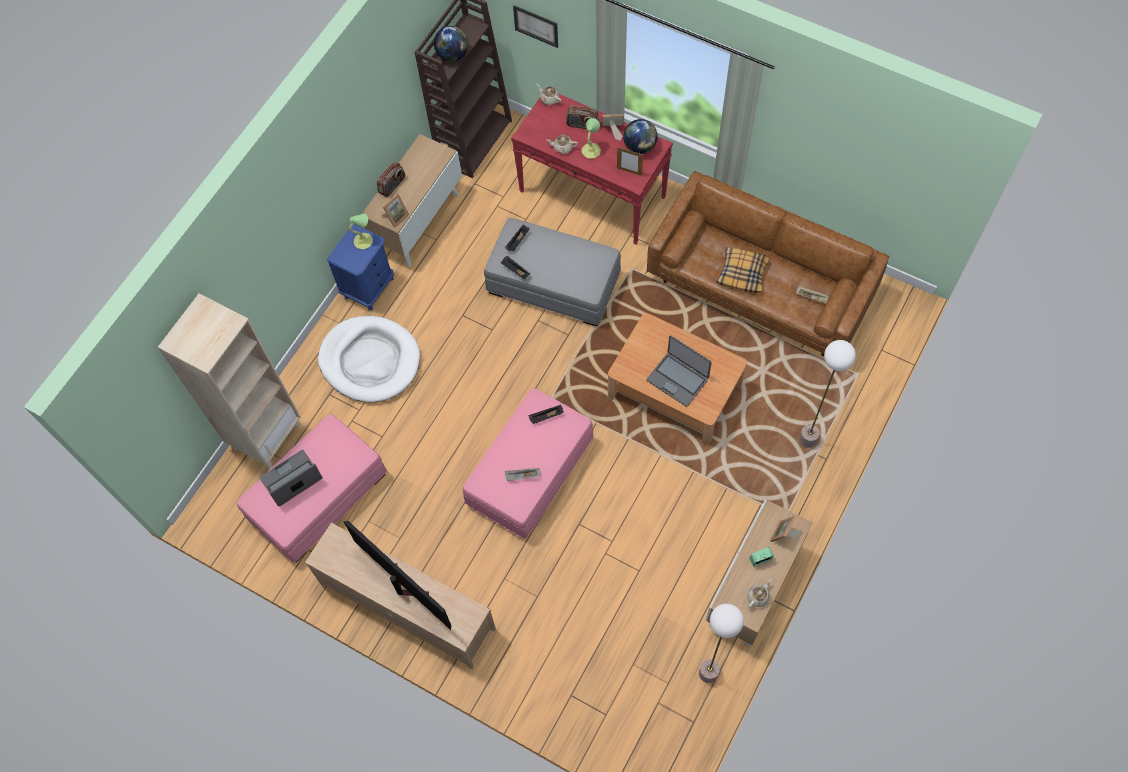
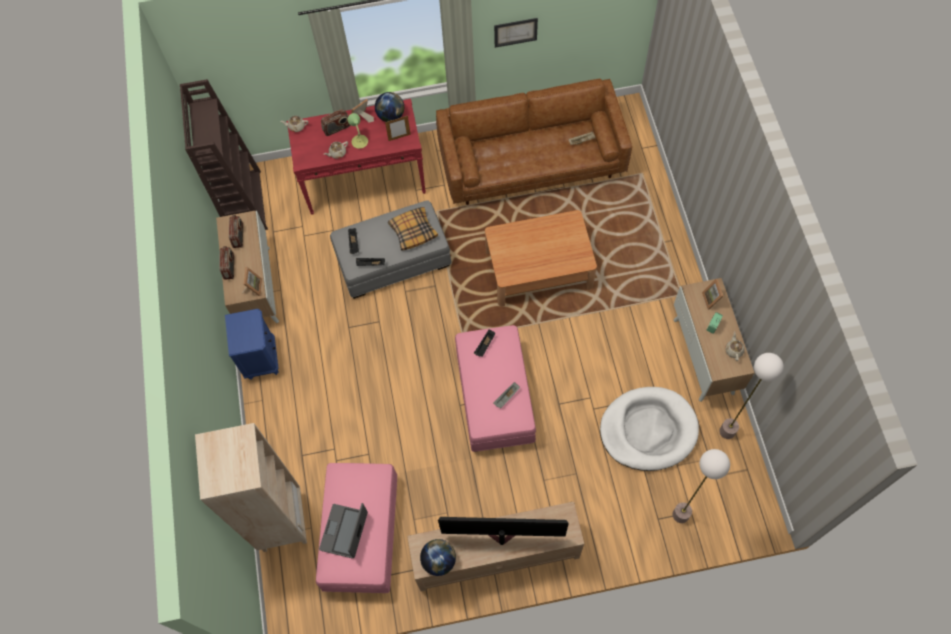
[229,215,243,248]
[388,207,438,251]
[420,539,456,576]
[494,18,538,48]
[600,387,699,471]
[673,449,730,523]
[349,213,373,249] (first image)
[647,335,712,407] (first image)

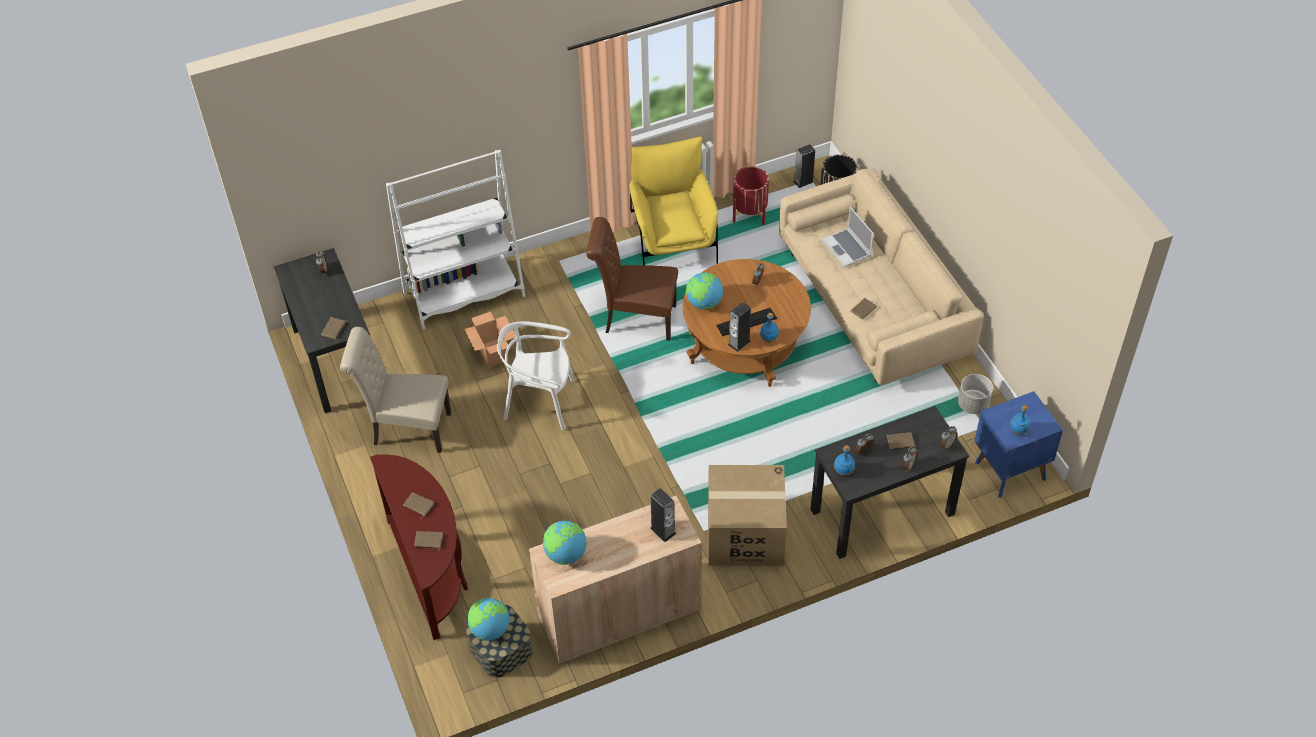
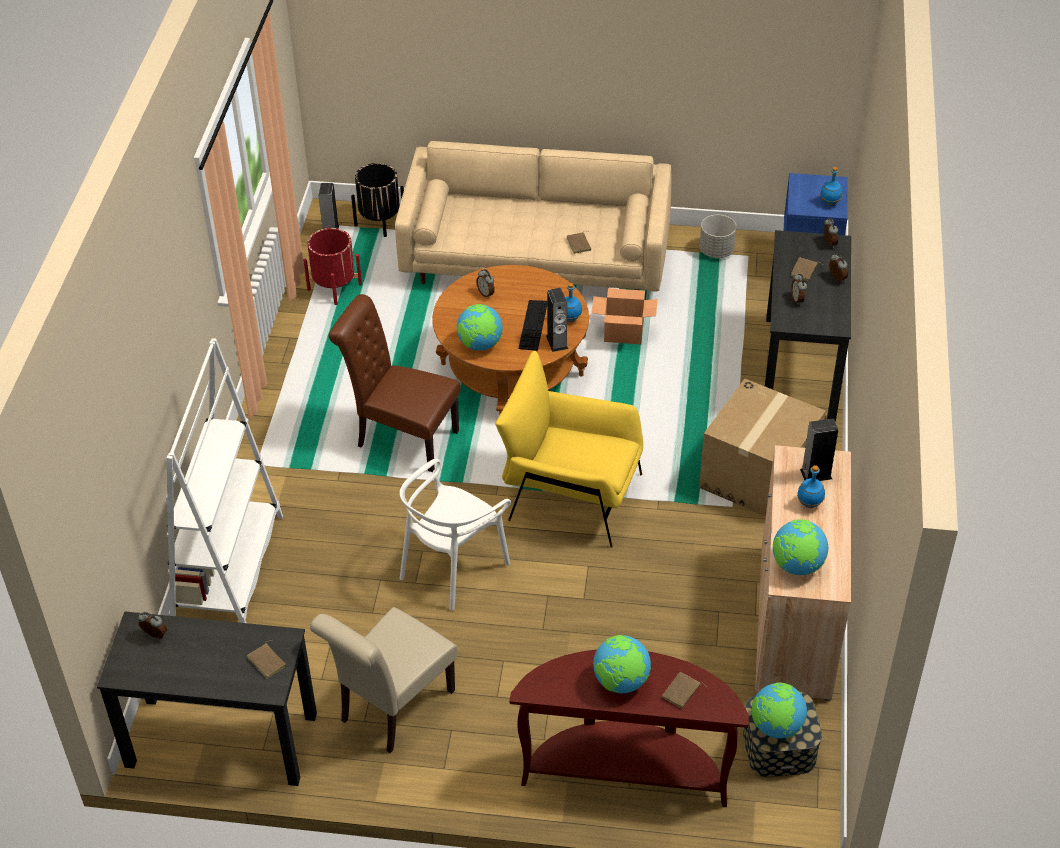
[329,294,461,472]
[495,351,643,548]
[591,288,658,344]
[593,635,651,693]
[797,465,825,508]
[822,207,874,267] (first image)

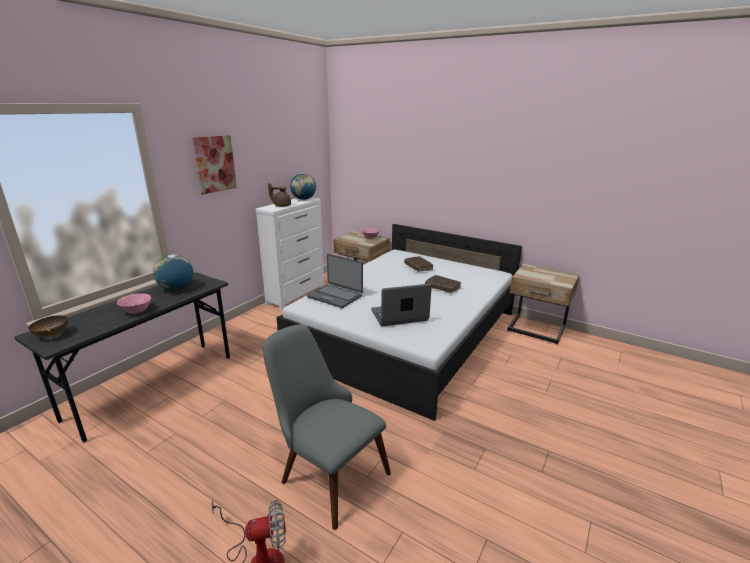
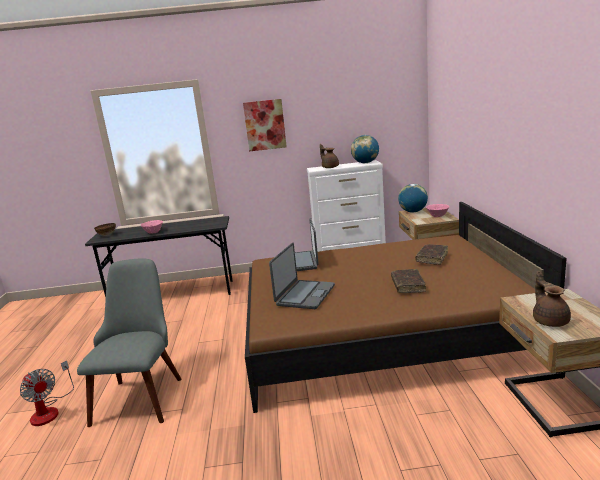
[245,202,567,413]
[269,243,335,309]
[398,184,428,213]
[533,271,571,327]

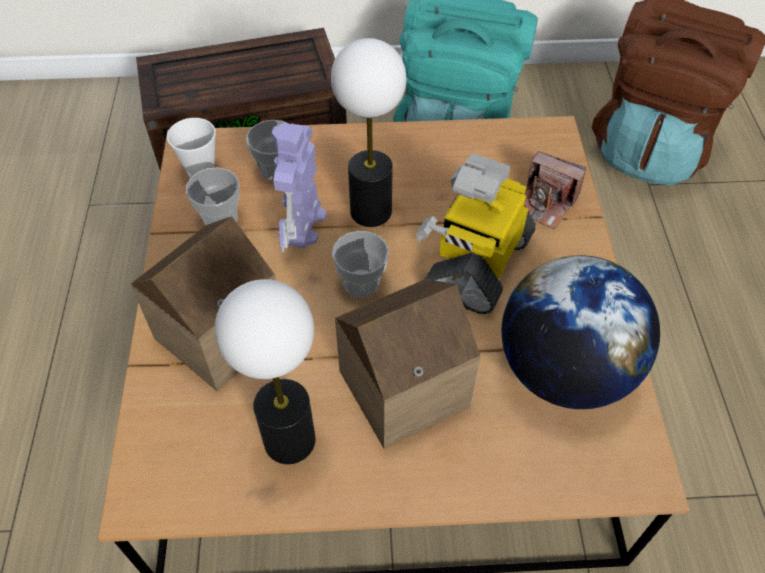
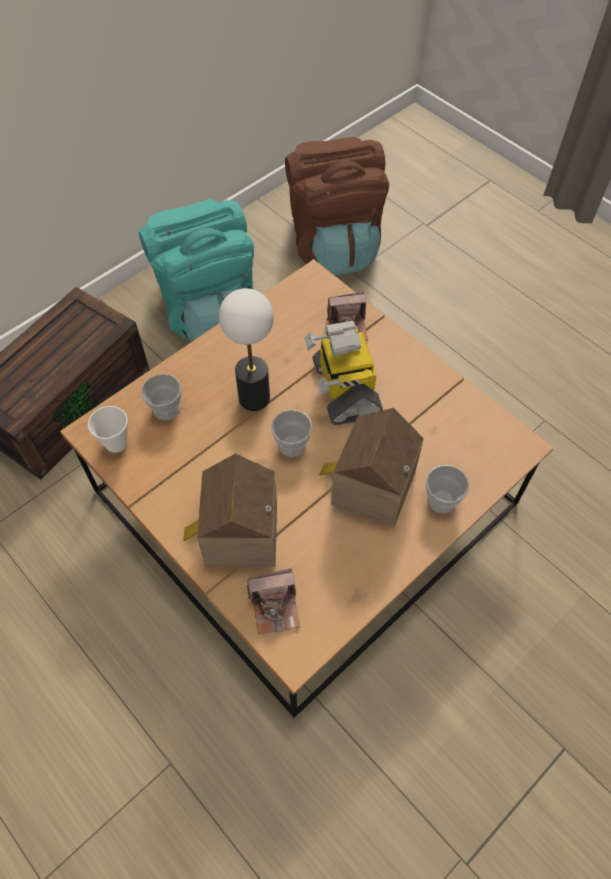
[247,568,300,635]
[426,465,469,513]
[215,279,316,464] (first image)
[272,123,327,252] (first image)
[502,255,660,409] (first image)

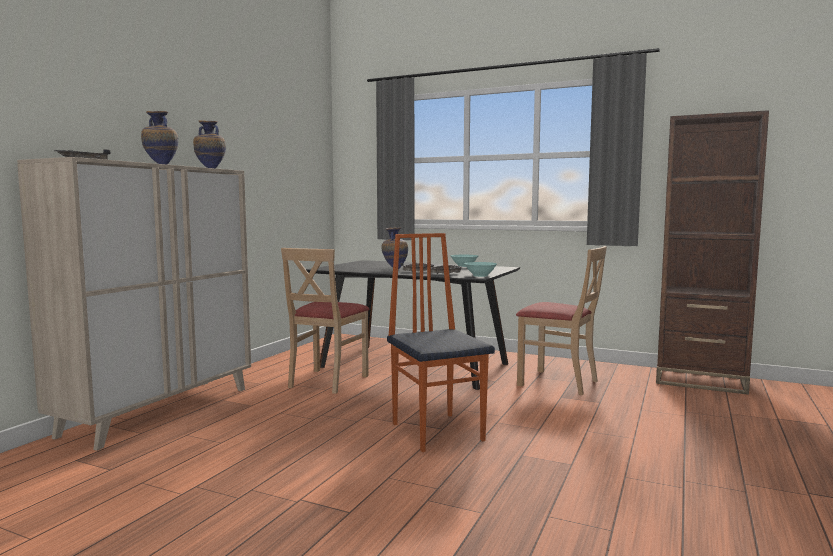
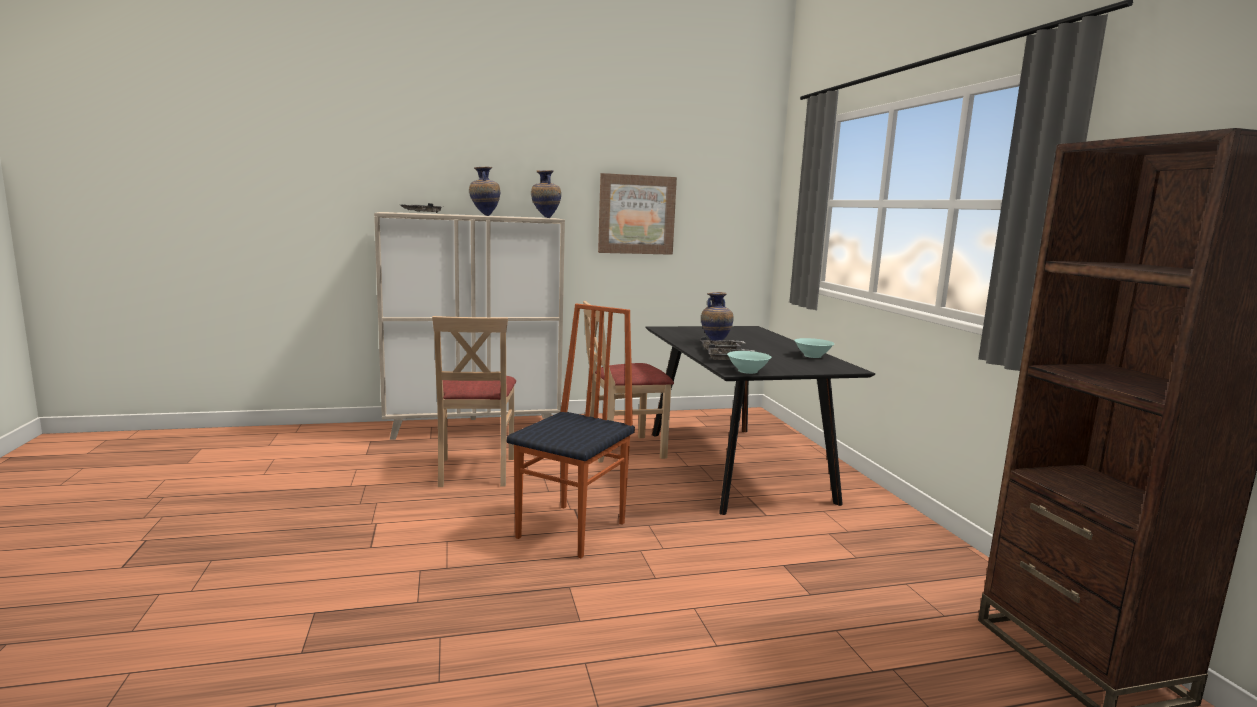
[432,316,516,487]
[598,173,677,255]

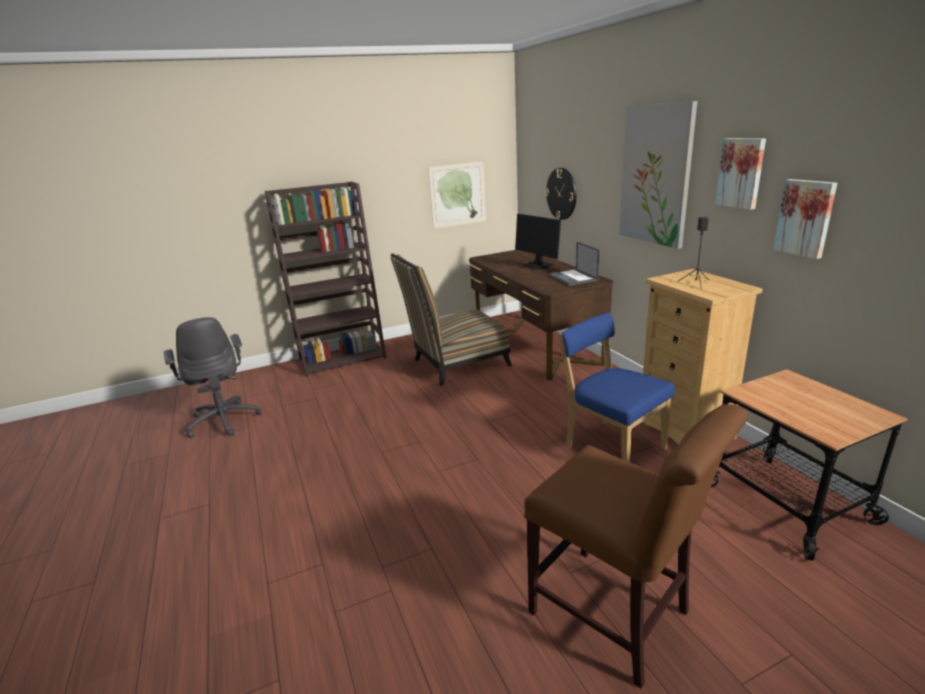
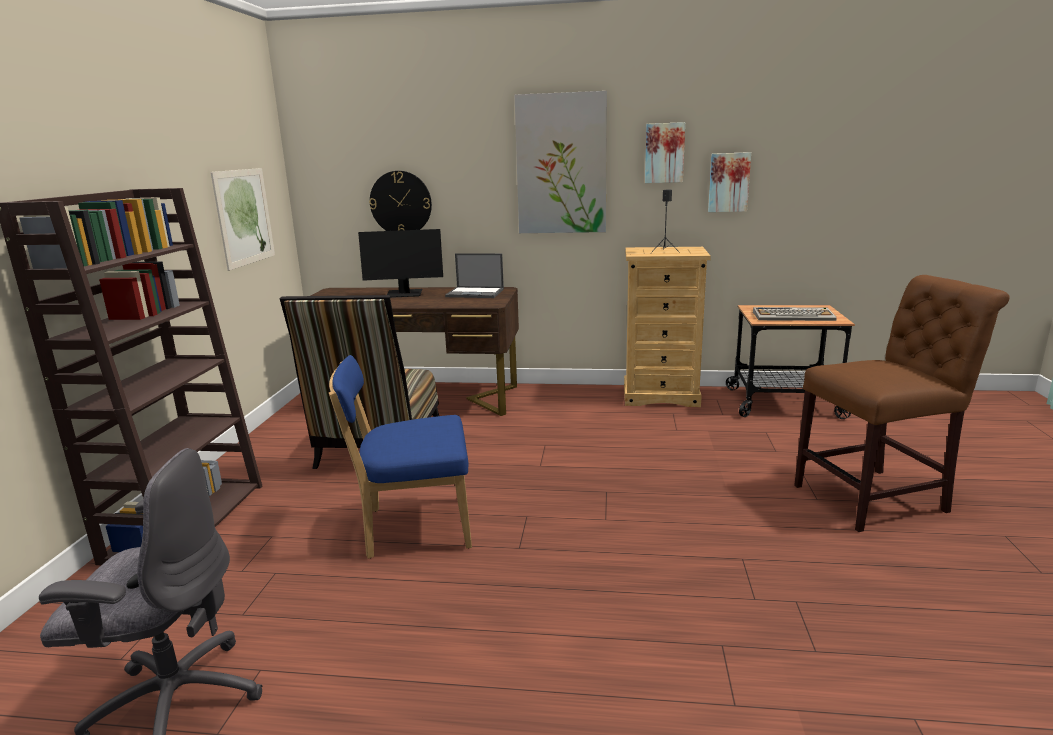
[329,355,472,559]
[753,307,837,321]

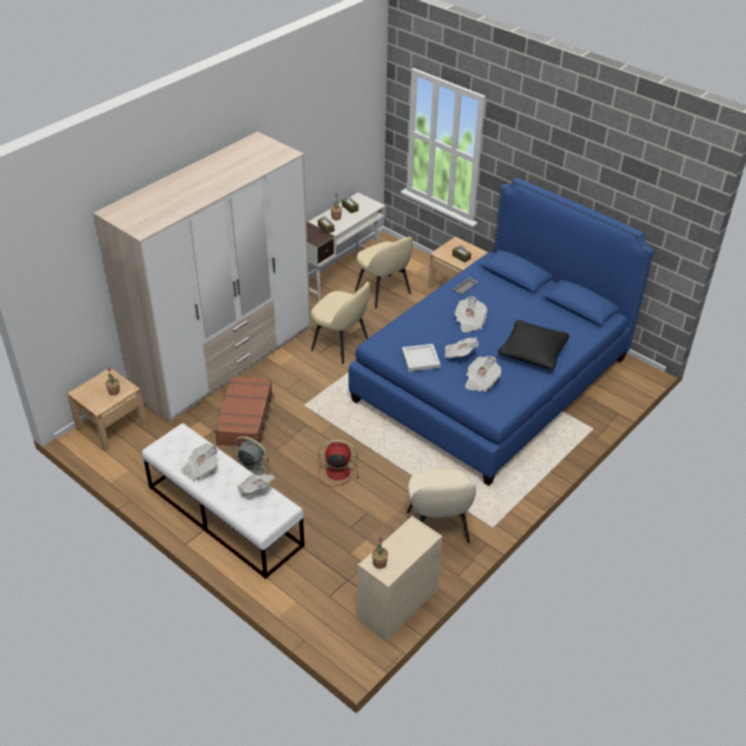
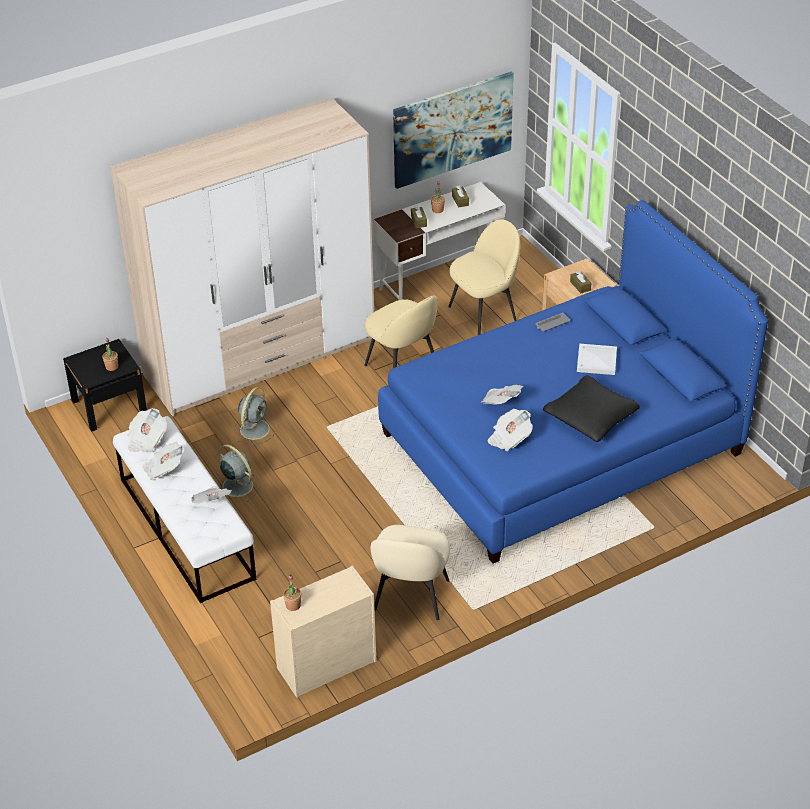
[63,339,147,431]
[128,408,167,452]
[235,387,277,444]
[393,72,514,189]
[448,219,520,335]
[577,344,617,375]
[318,440,358,487] (first image)

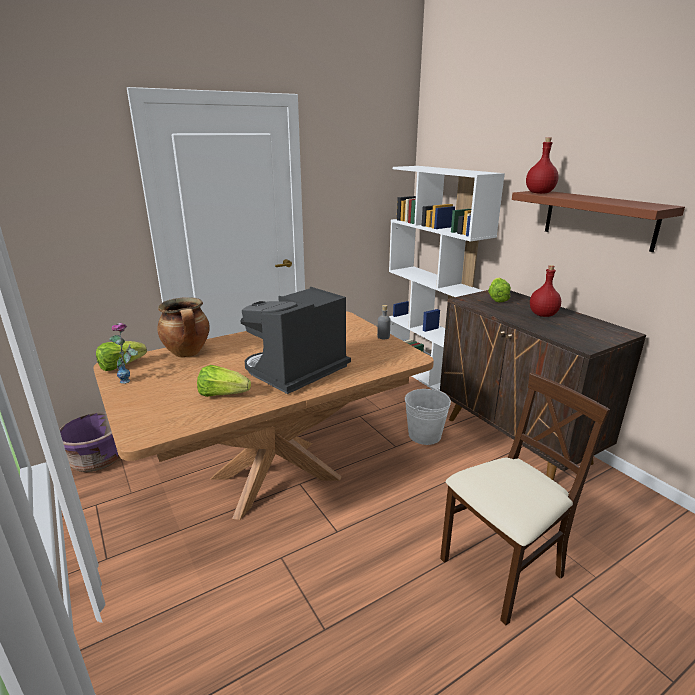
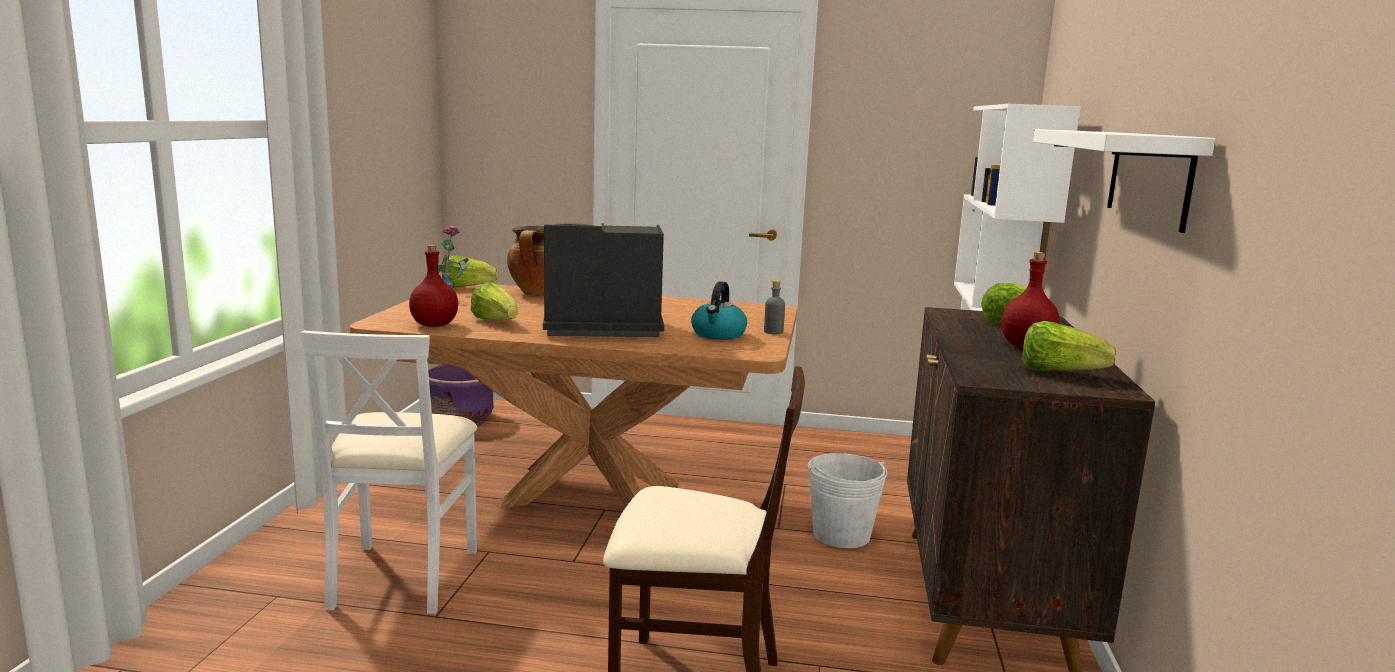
[301,330,477,614]
[409,245,458,327]
[691,281,747,340]
[1023,321,1116,371]
[1033,129,1215,233]

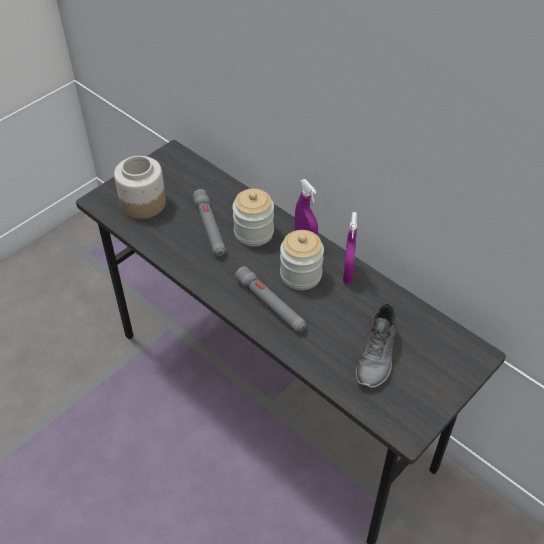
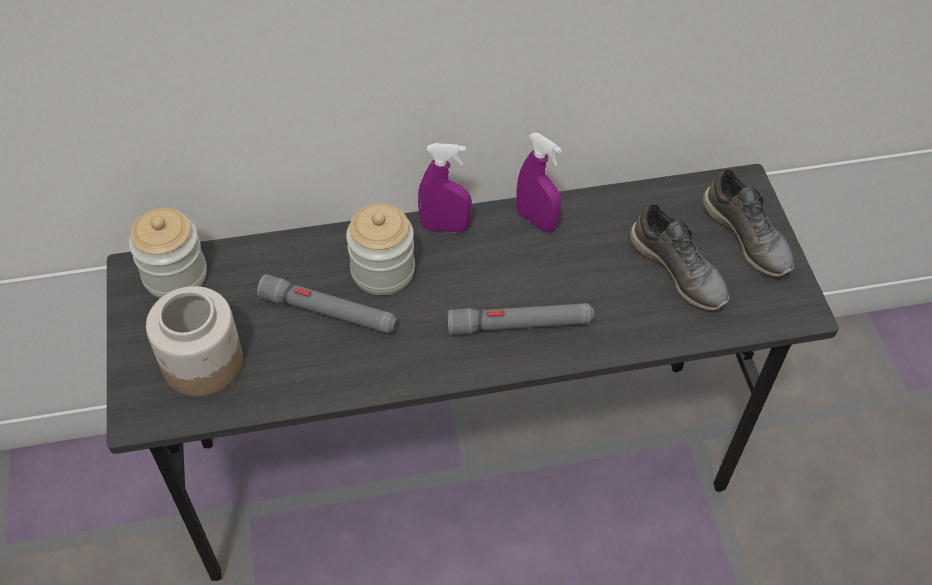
[129,208,207,298]
[702,169,794,277]

